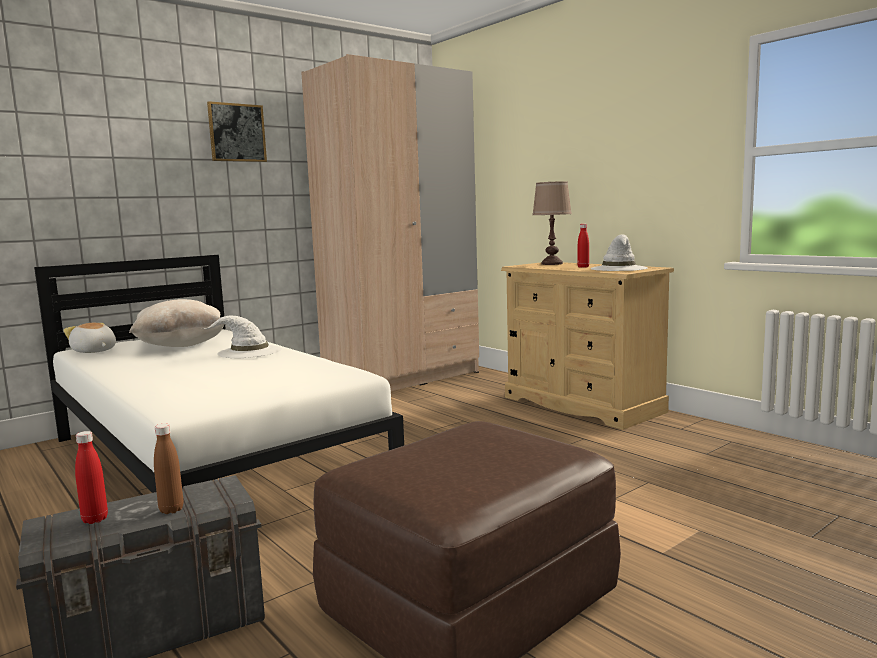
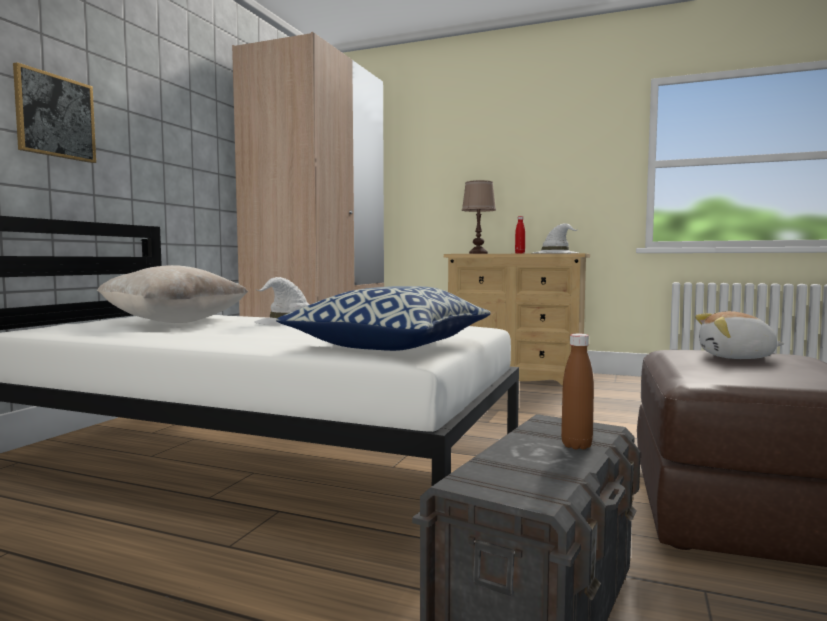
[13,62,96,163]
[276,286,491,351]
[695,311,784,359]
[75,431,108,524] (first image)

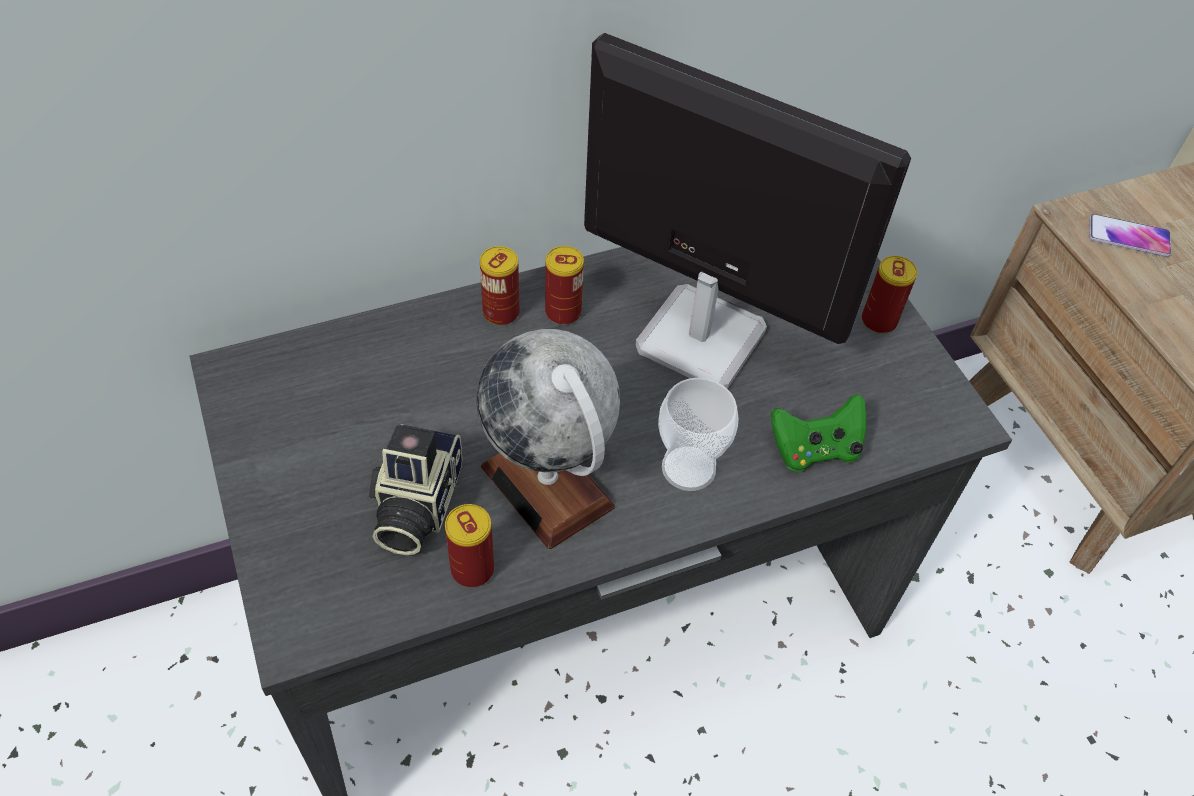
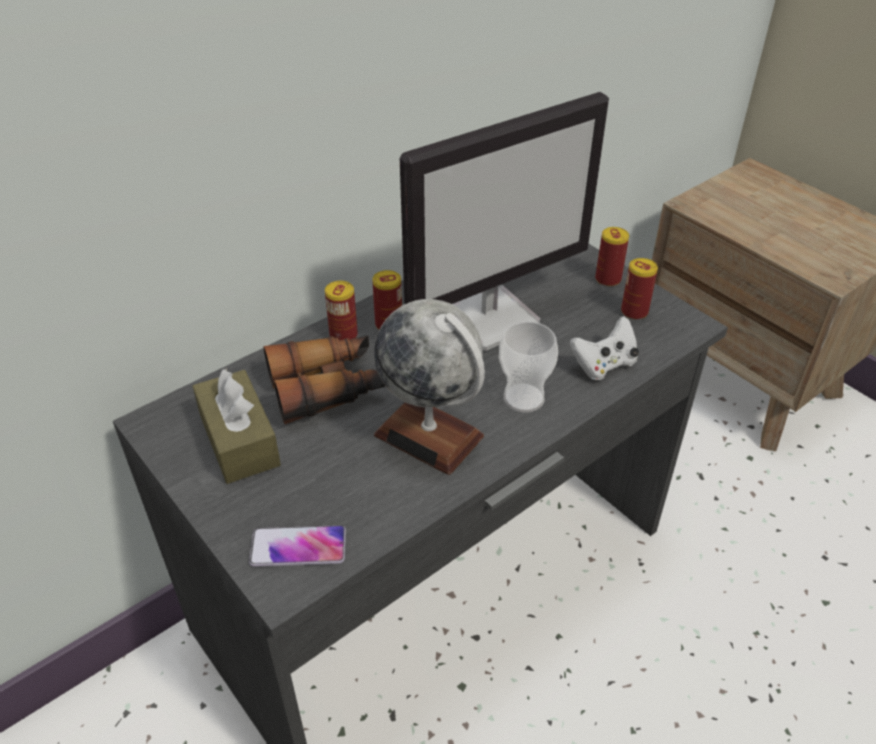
[192,368,281,484]
[249,525,346,567]
[263,336,385,424]
[400,92,609,351]
[569,316,639,380]
[621,258,658,320]
[369,424,462,555] (first image)

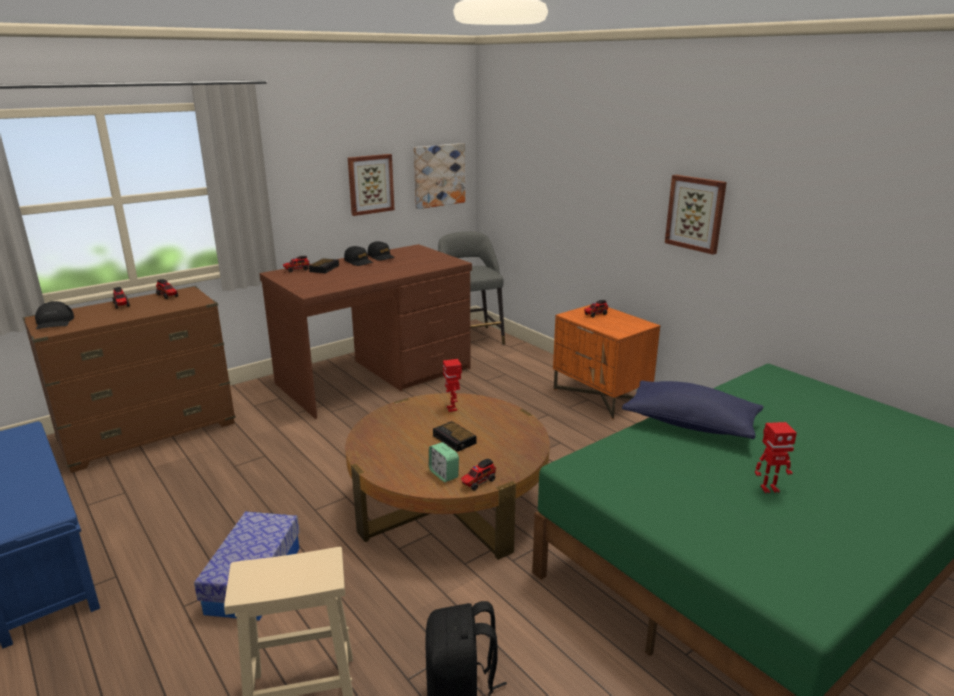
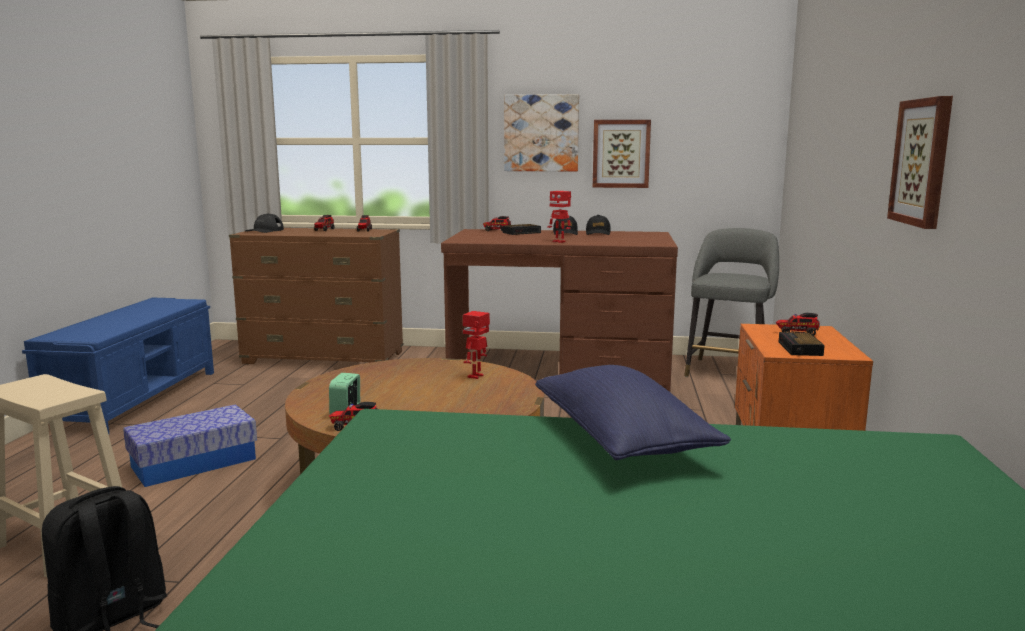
[504,94,579,171]
[547,191,571,243]
[779,332,825,356]

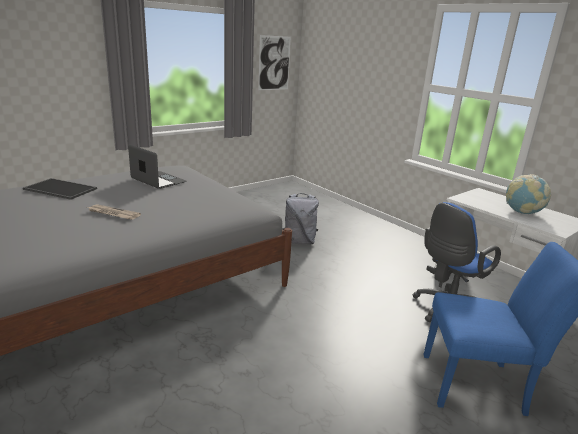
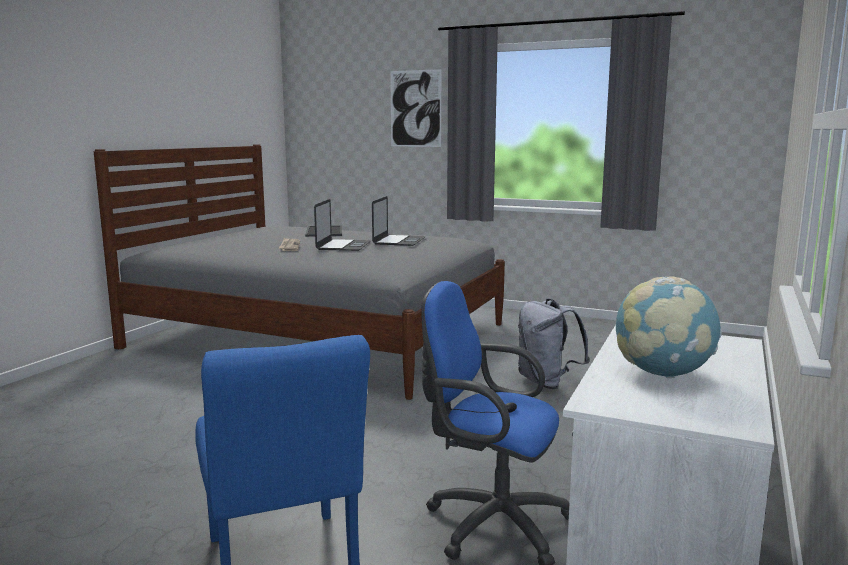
[314,199,371,251]
[390,69,442,147]

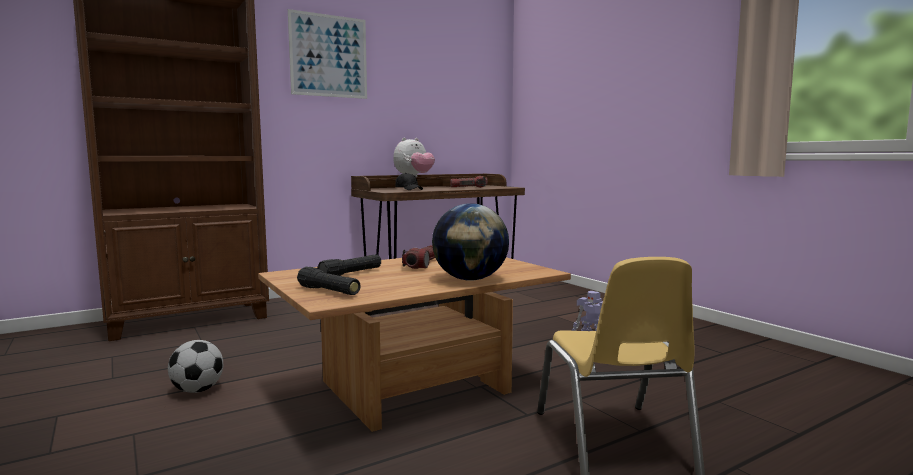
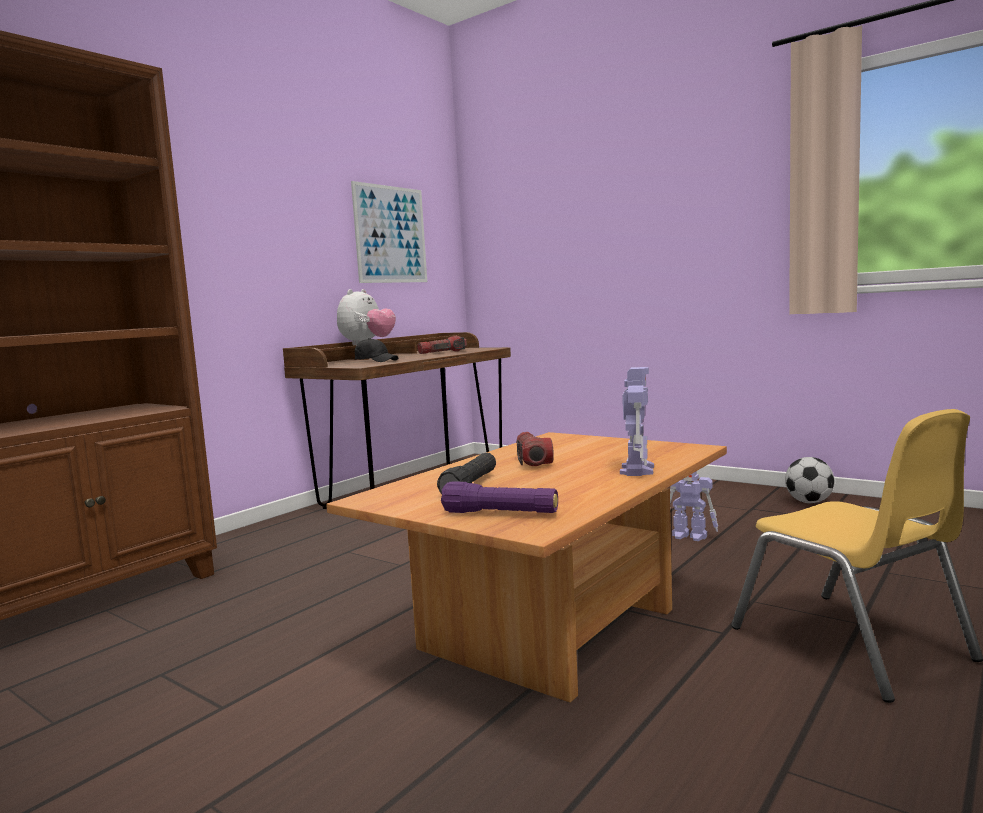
[351,181,427,283]
[441,481,558,513]
[620,367,654,476]
[785,457,835,503]

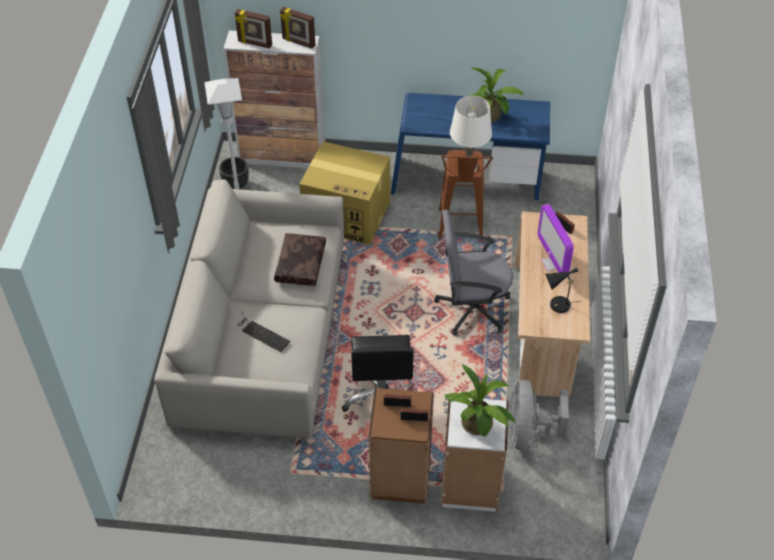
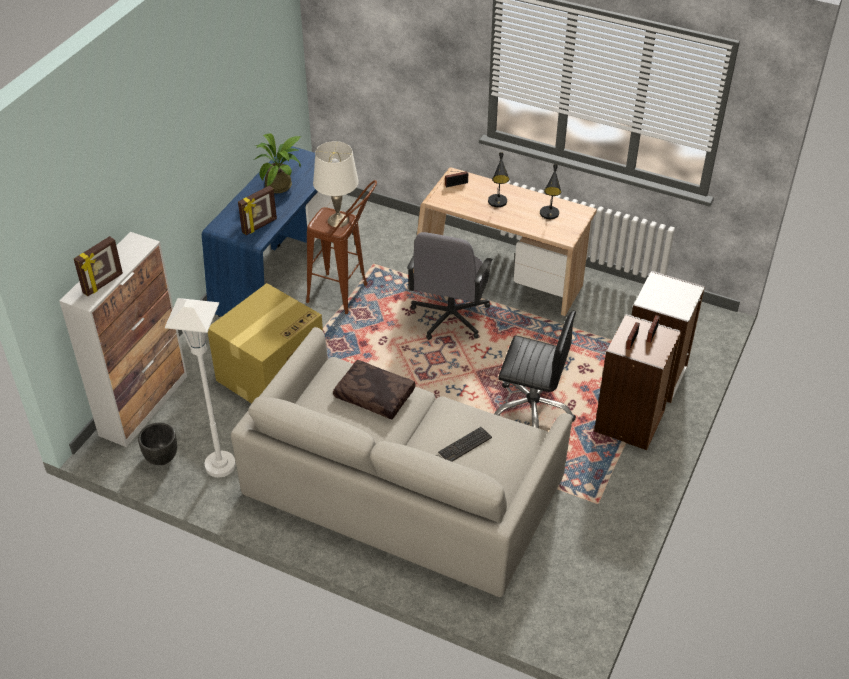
[238,186,277,235]
[488,152,509,207]
[445,363,516,437] (first image)
[508,380,569,450] (first image)

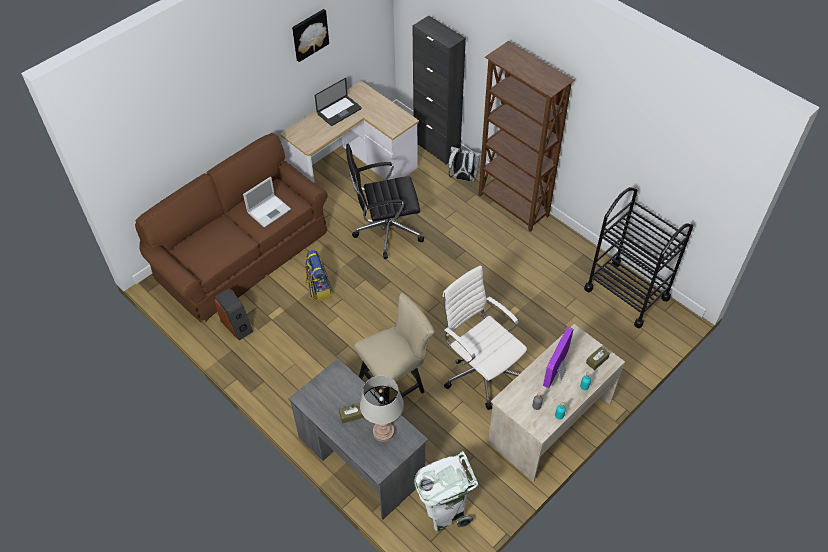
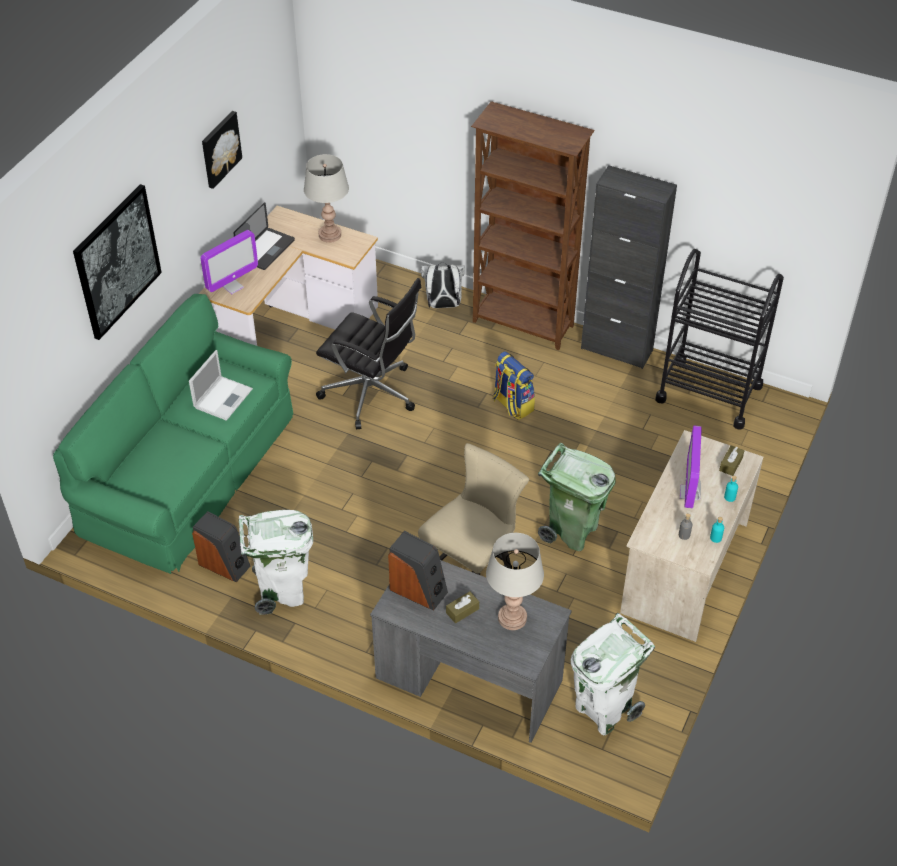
[53,294,293,574]
[73,184,162,340]
[201,230,258,294]
[239,510,313,615]
[304,154,349,243]
[316,278,422,429]
[388,531,448,610]
[493,351,535,420]
[538,443,616,551]
[581,165,677,369]

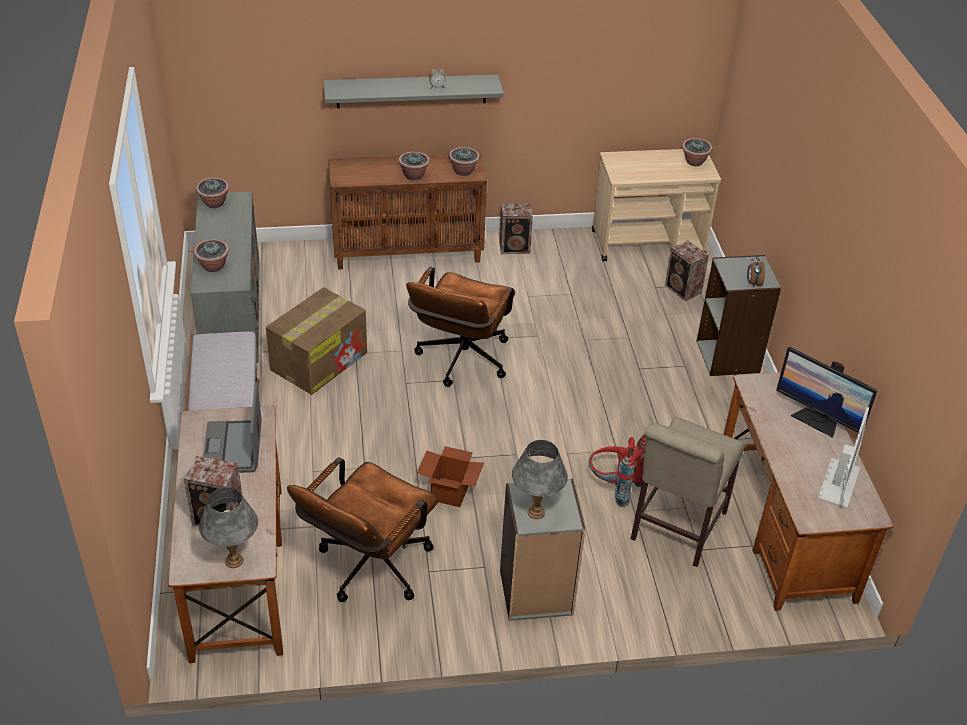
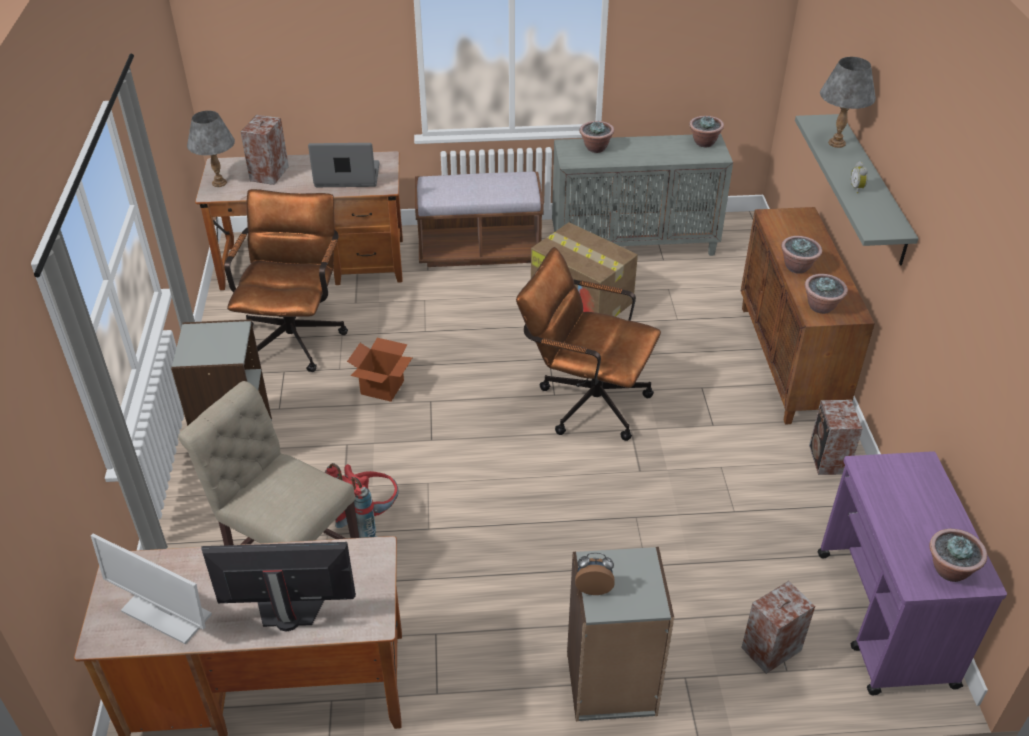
[201,542,356,632]
[225,189,348,372]
[817,451,1007,695]
[820,57,876,148]

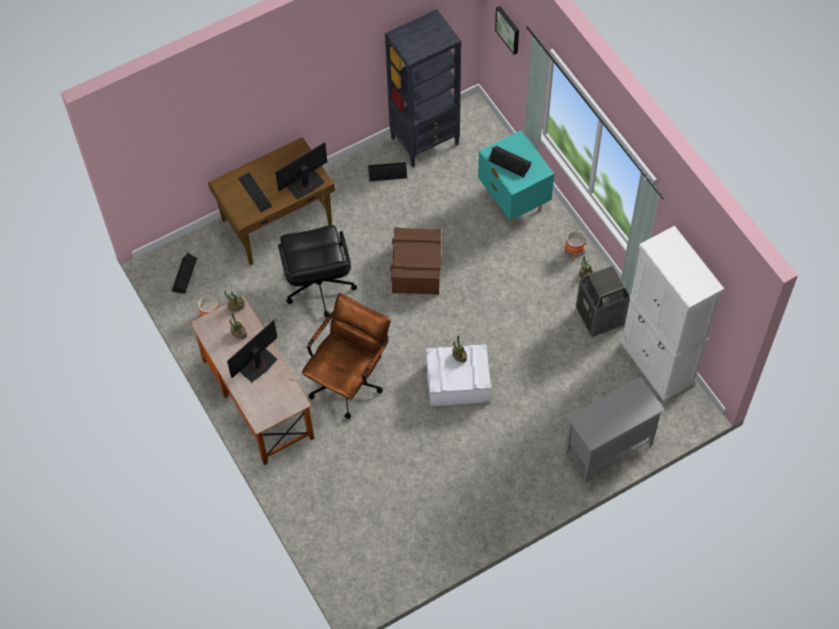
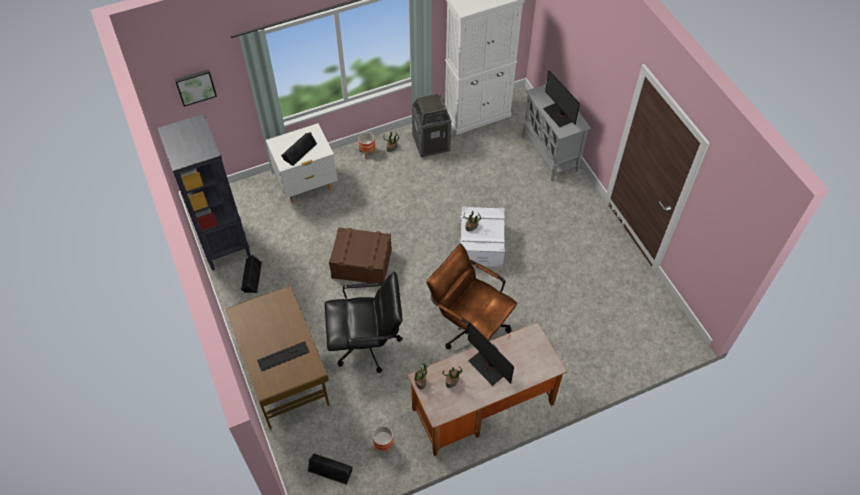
[266,123,338,203]
[543,70,580,127]

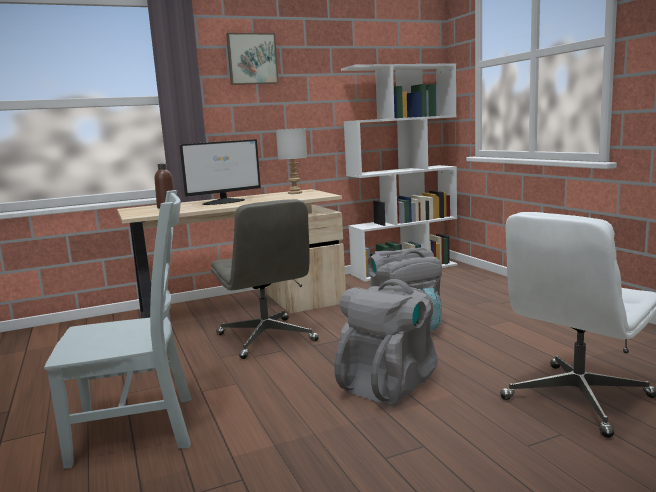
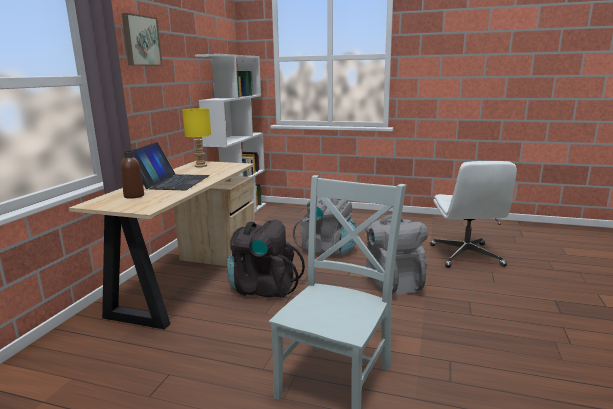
[131,142,210,190]
[182,108,211,167]
[227,219,305,298]

